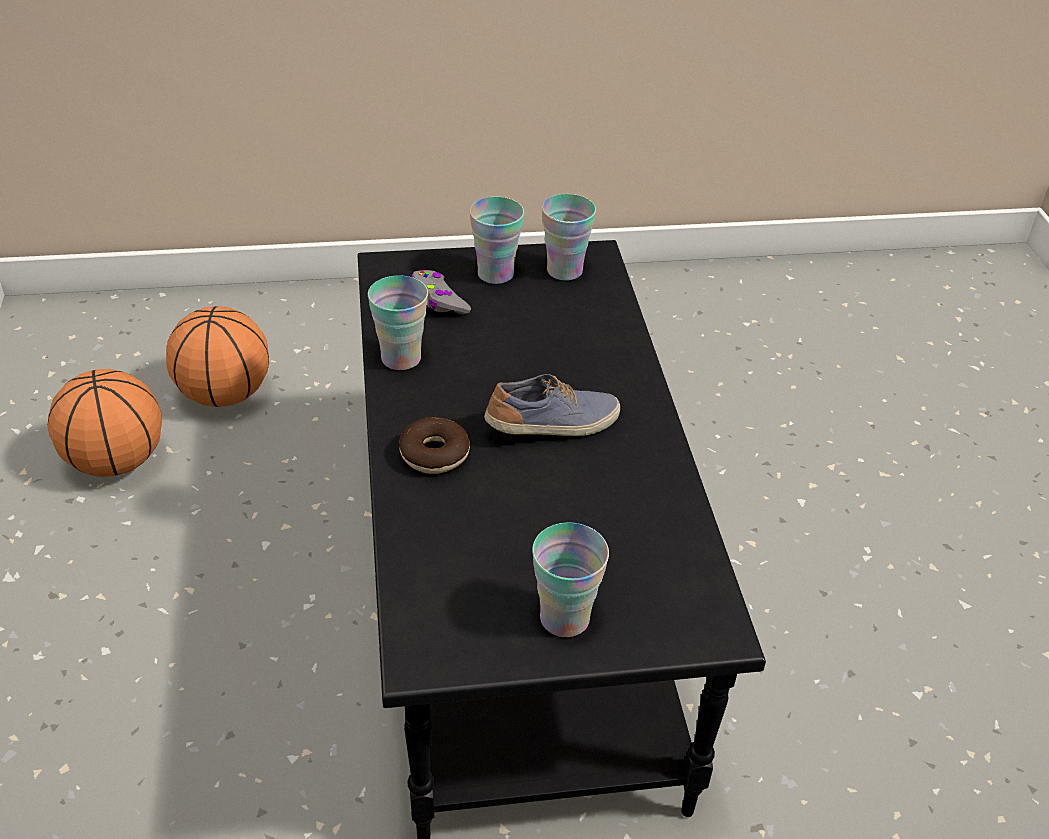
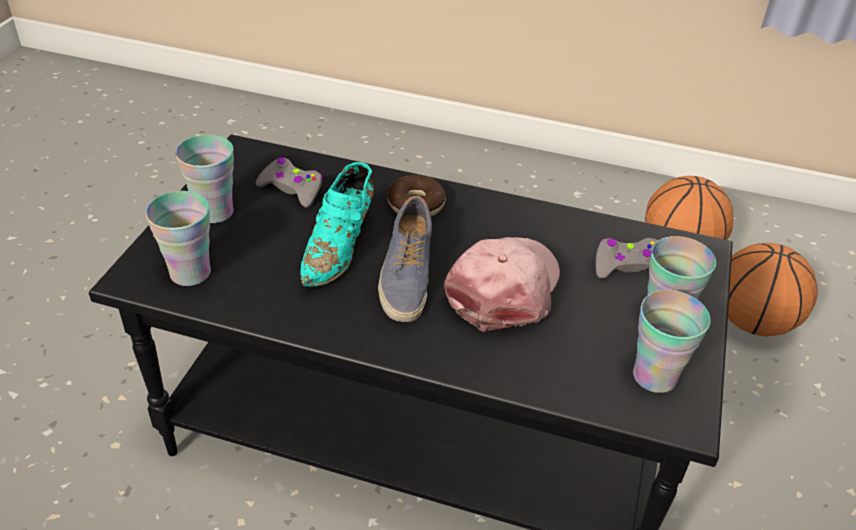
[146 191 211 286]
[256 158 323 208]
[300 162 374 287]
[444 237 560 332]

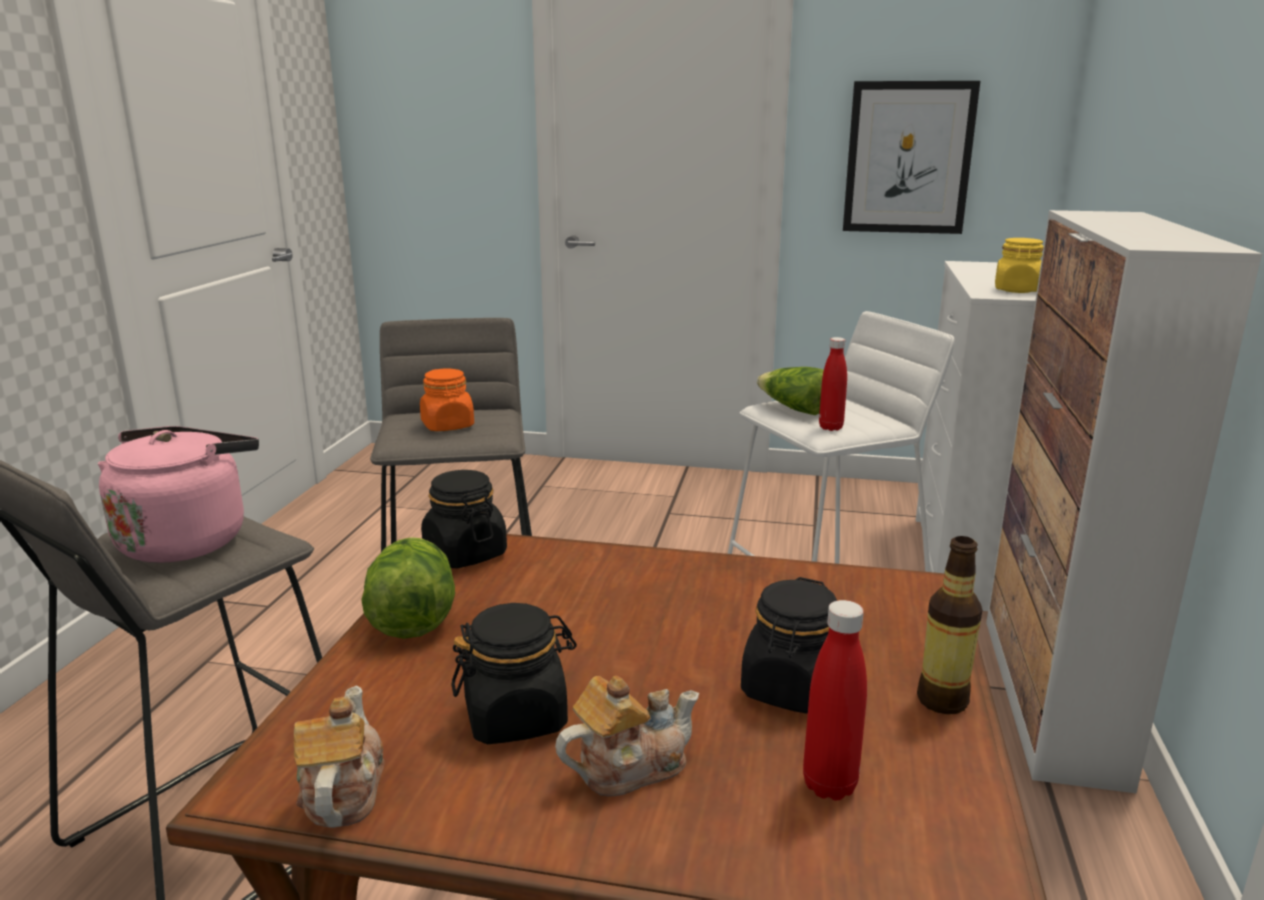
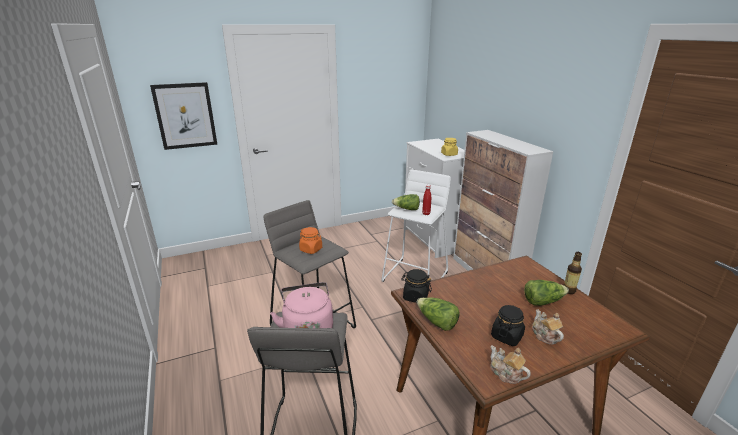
[150 82 218 150]
[524 280 569 306]
[532 309 564 344]
[803 600 867 801] (first image)

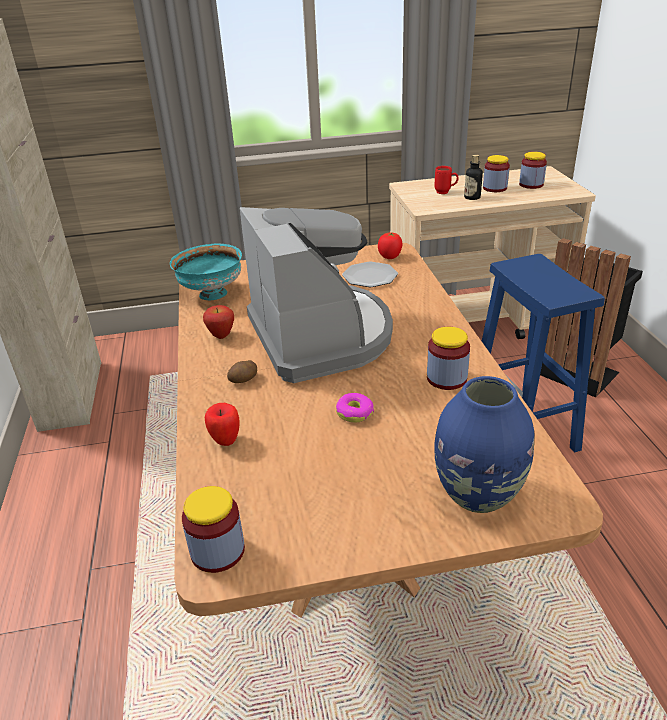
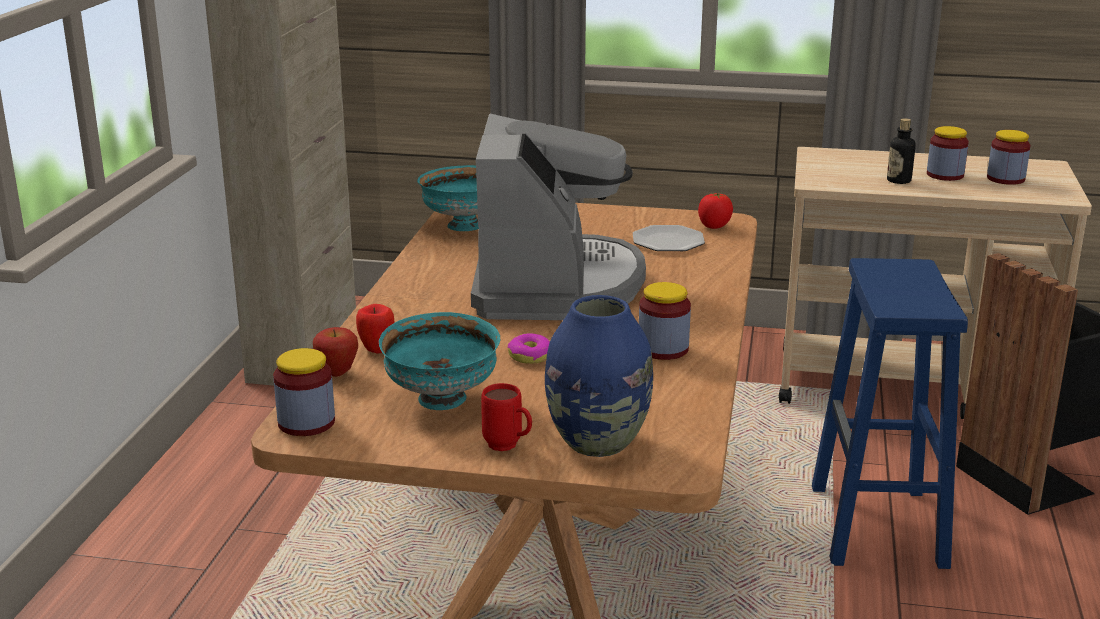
[313 327 358 377]
[379 312 500 410]
[481 383 532 451]
[227 360 257 383] (first image)

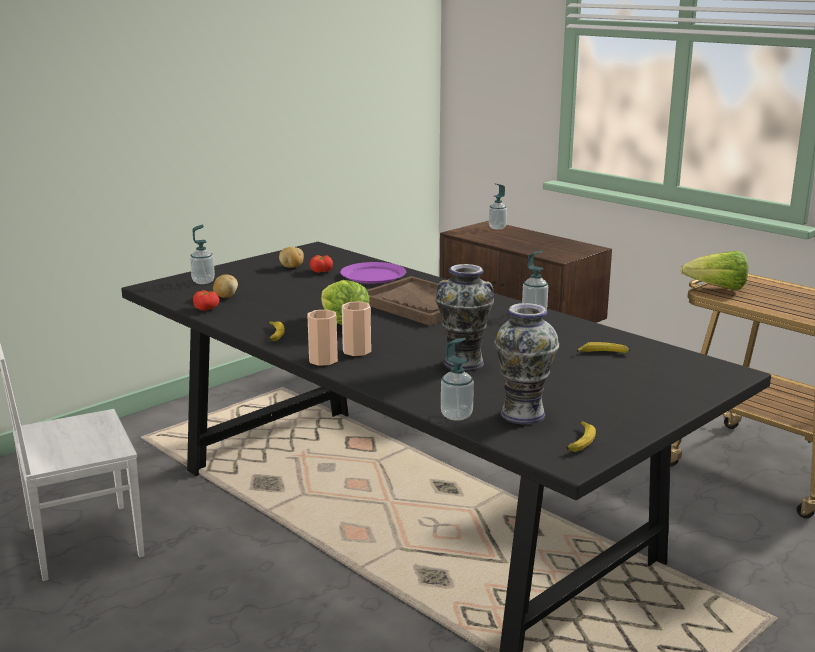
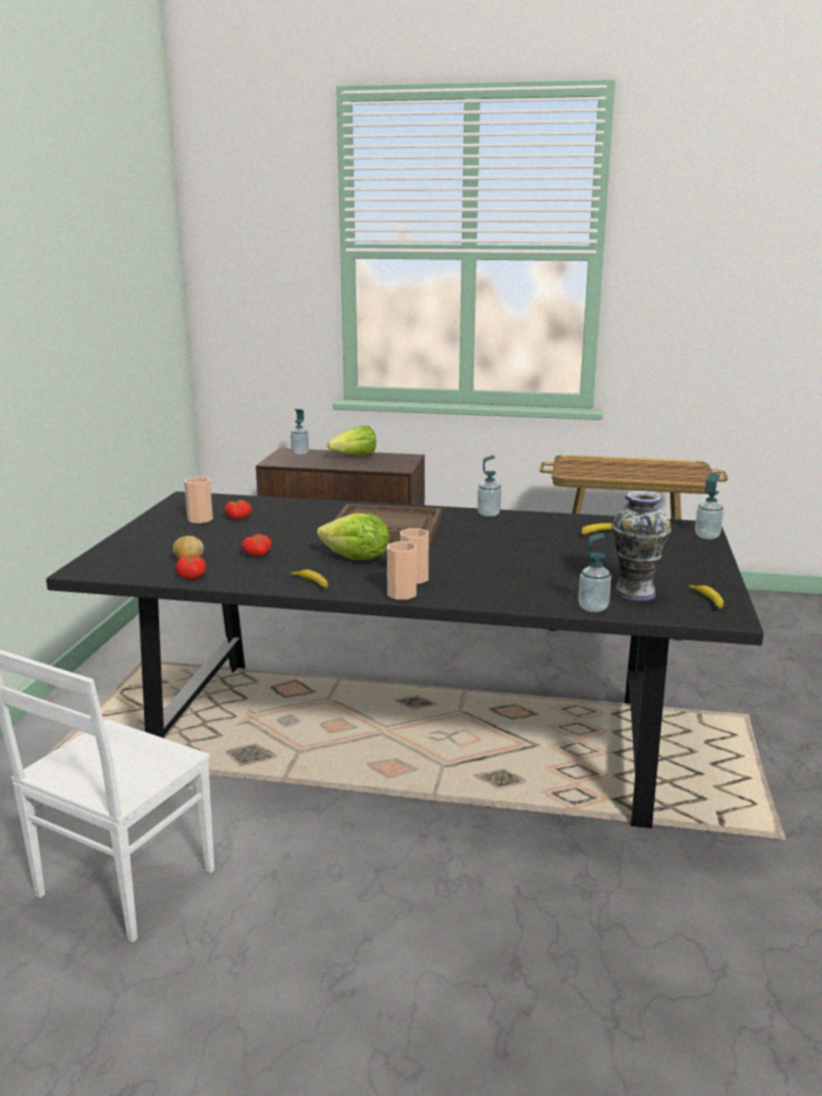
[184 477 213 524]
[242 534 272 556]
[327 425 376 456]
[695 473 724 539]
[340 262 406 284] (first image)
[435 264 494 371] (first image)

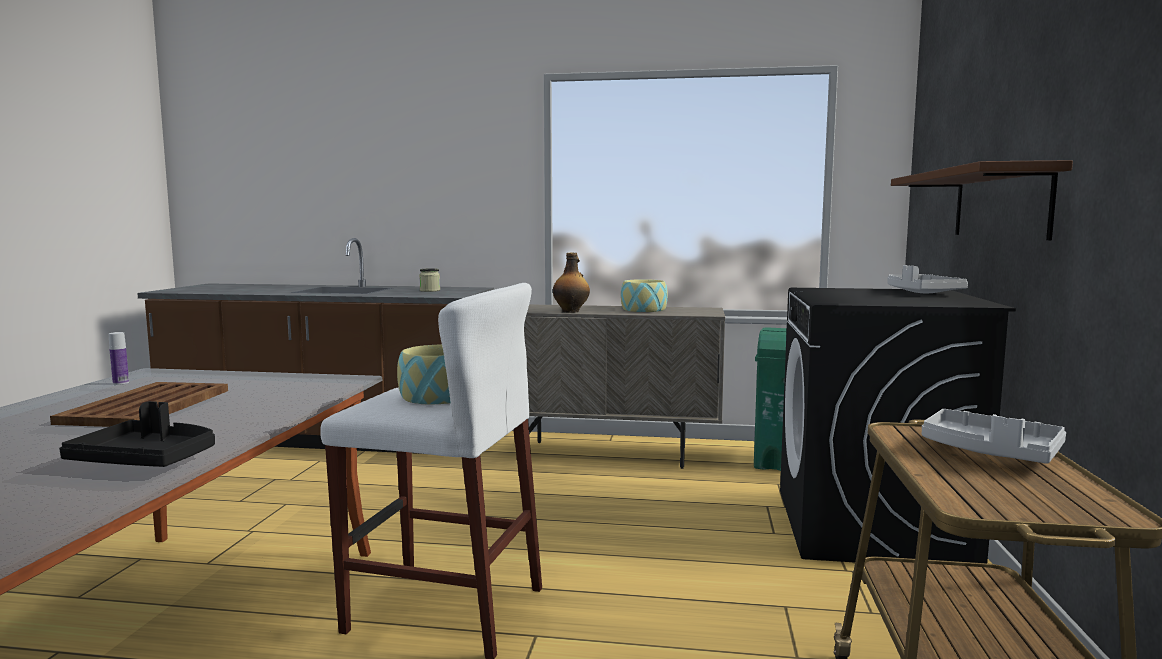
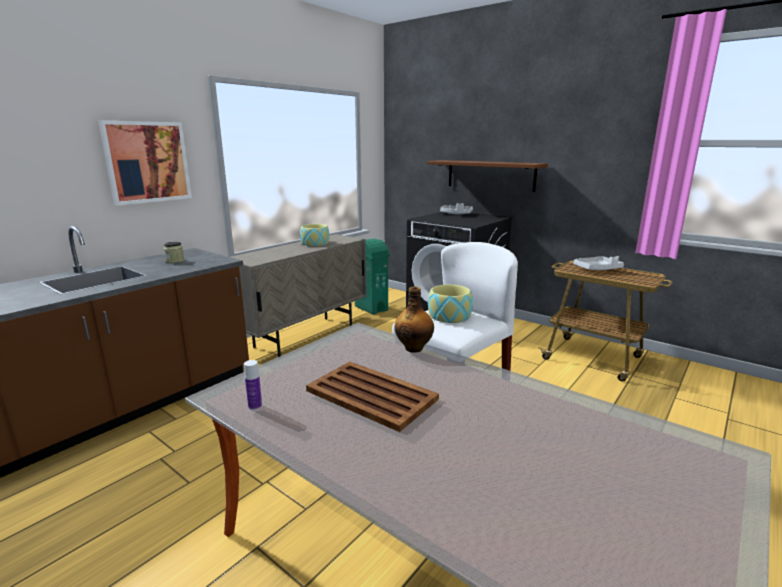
[98 120 192 206]
[394 286 434 353]
[59 401 215 467] (first image)

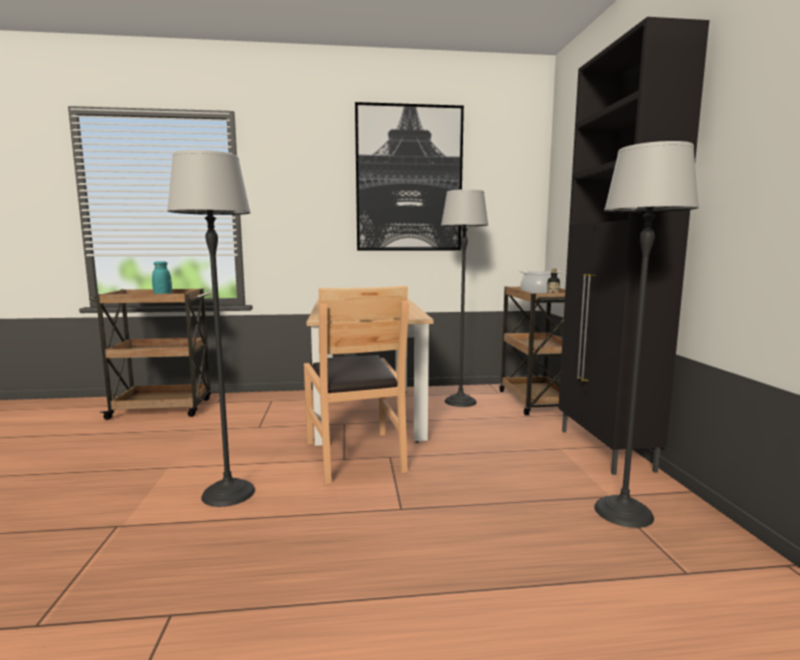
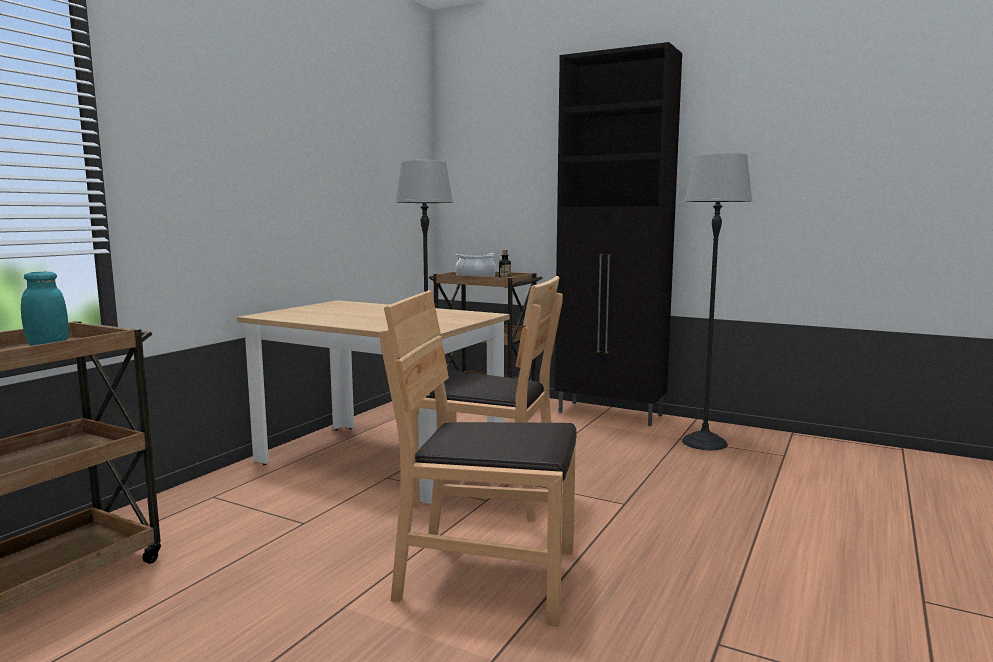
[380 290 577 627]
[355 102 464 250] (first image)

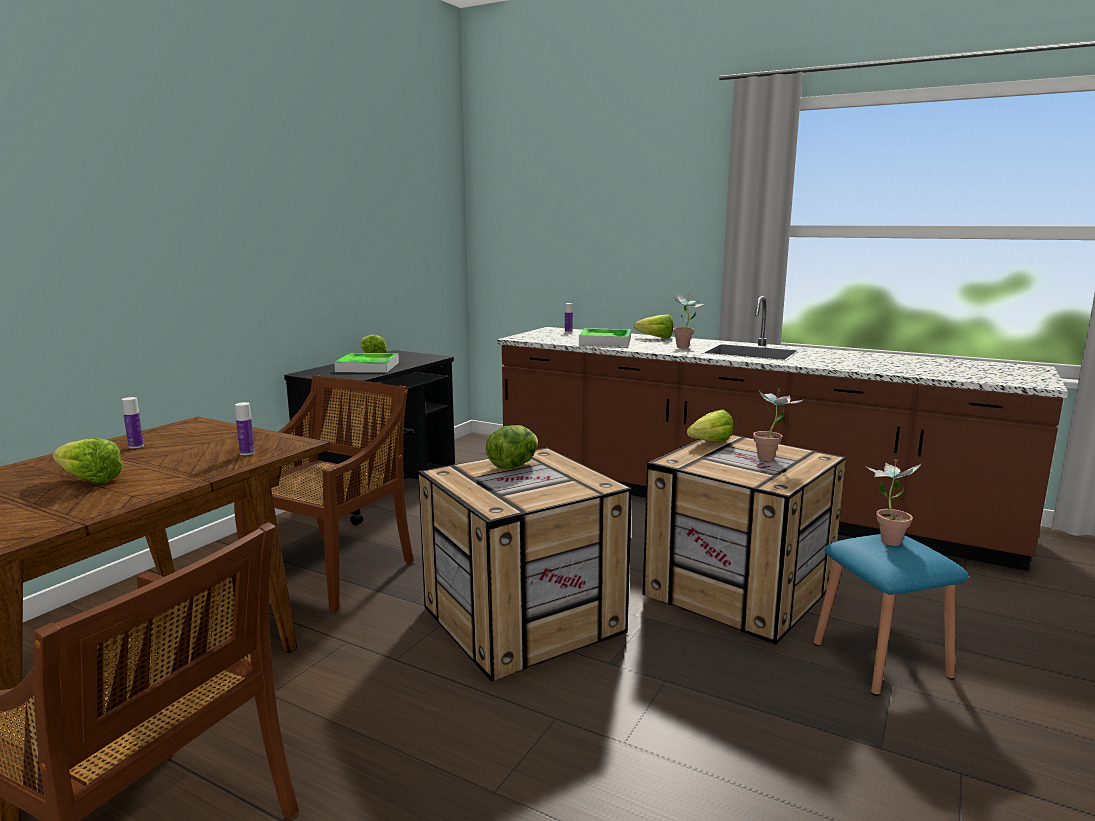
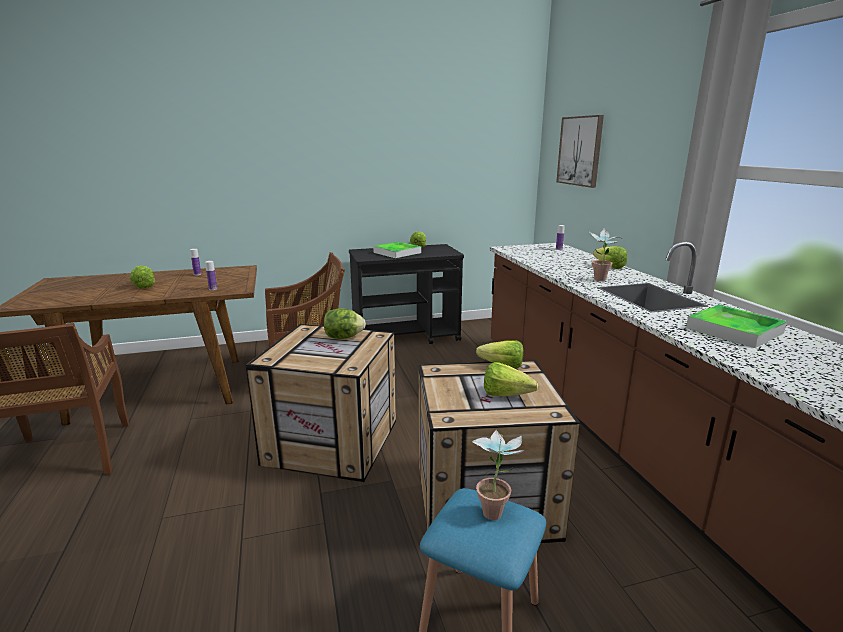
[484 362 538 396]
[556 115 604 188]
[686 305 787 348]

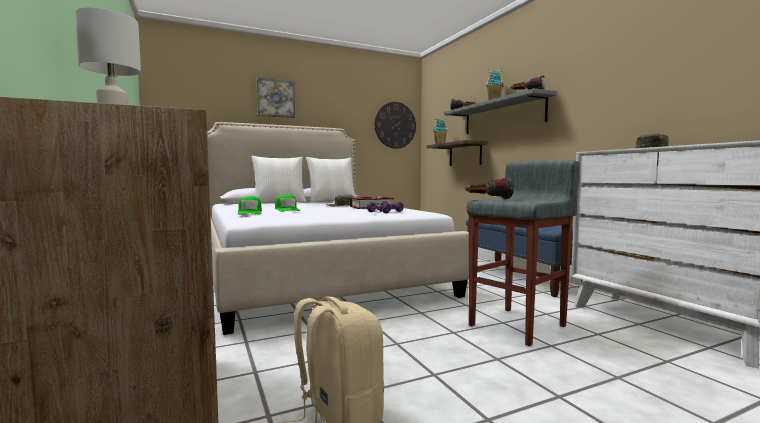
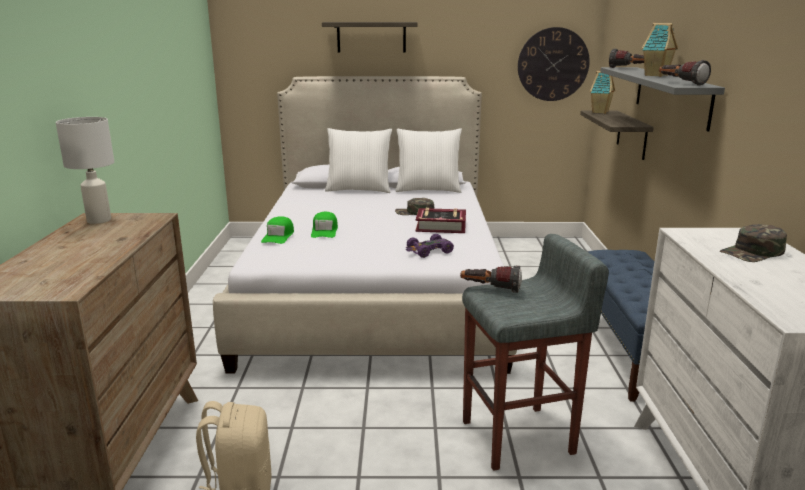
[322 22 417 52]

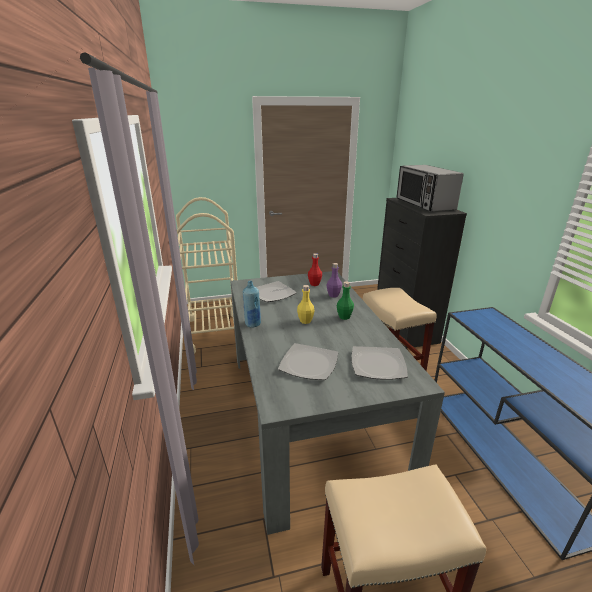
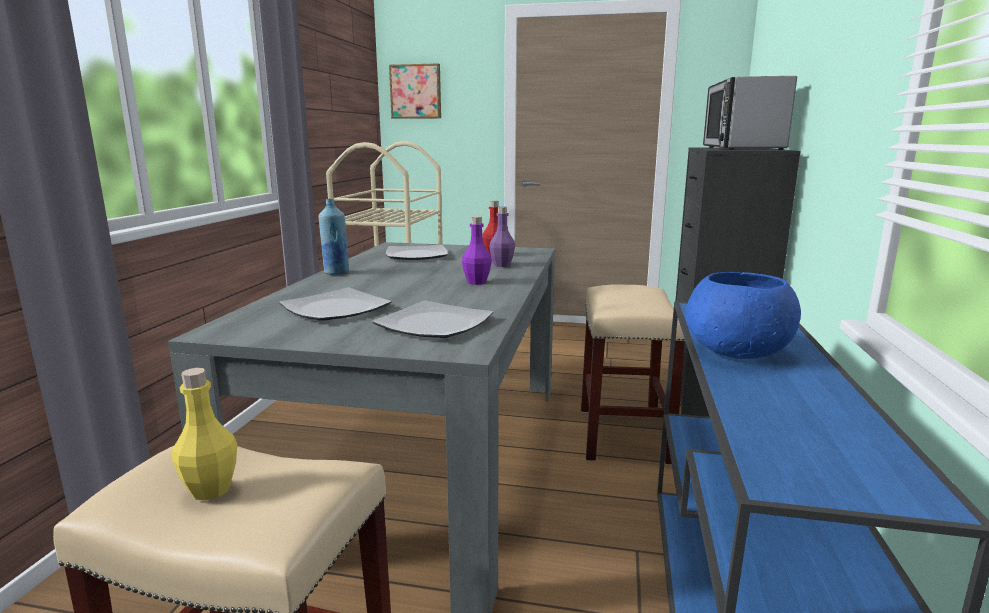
[172 368 237 500]
[389 64 441 119]
[462 216 492 285]
[685 272 801 359]

